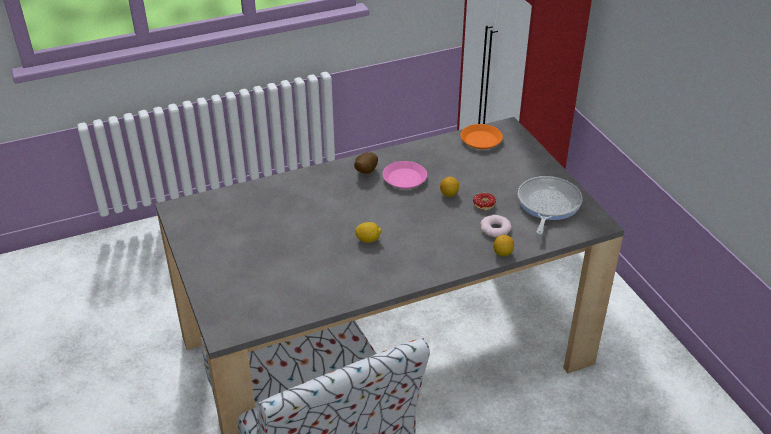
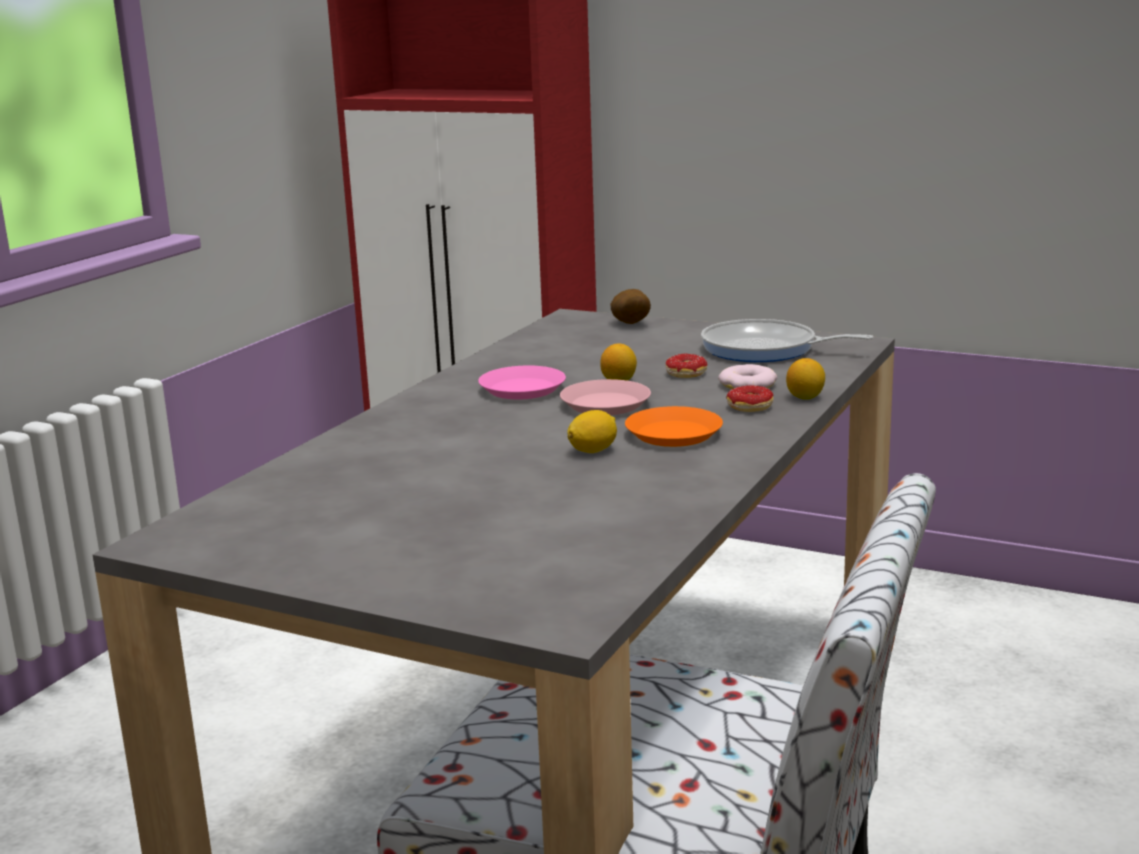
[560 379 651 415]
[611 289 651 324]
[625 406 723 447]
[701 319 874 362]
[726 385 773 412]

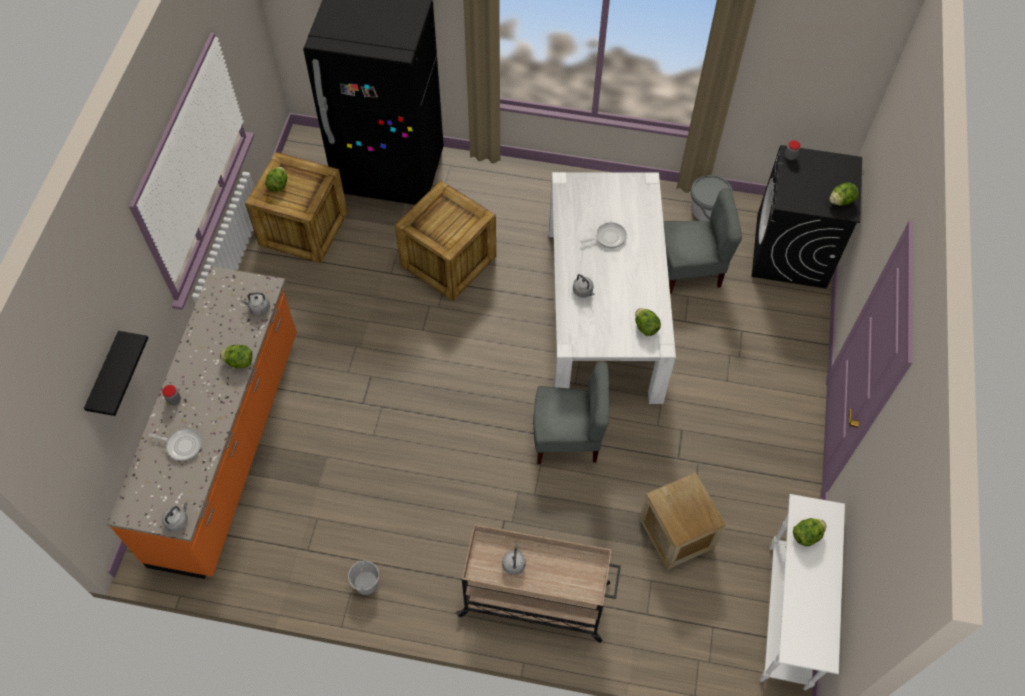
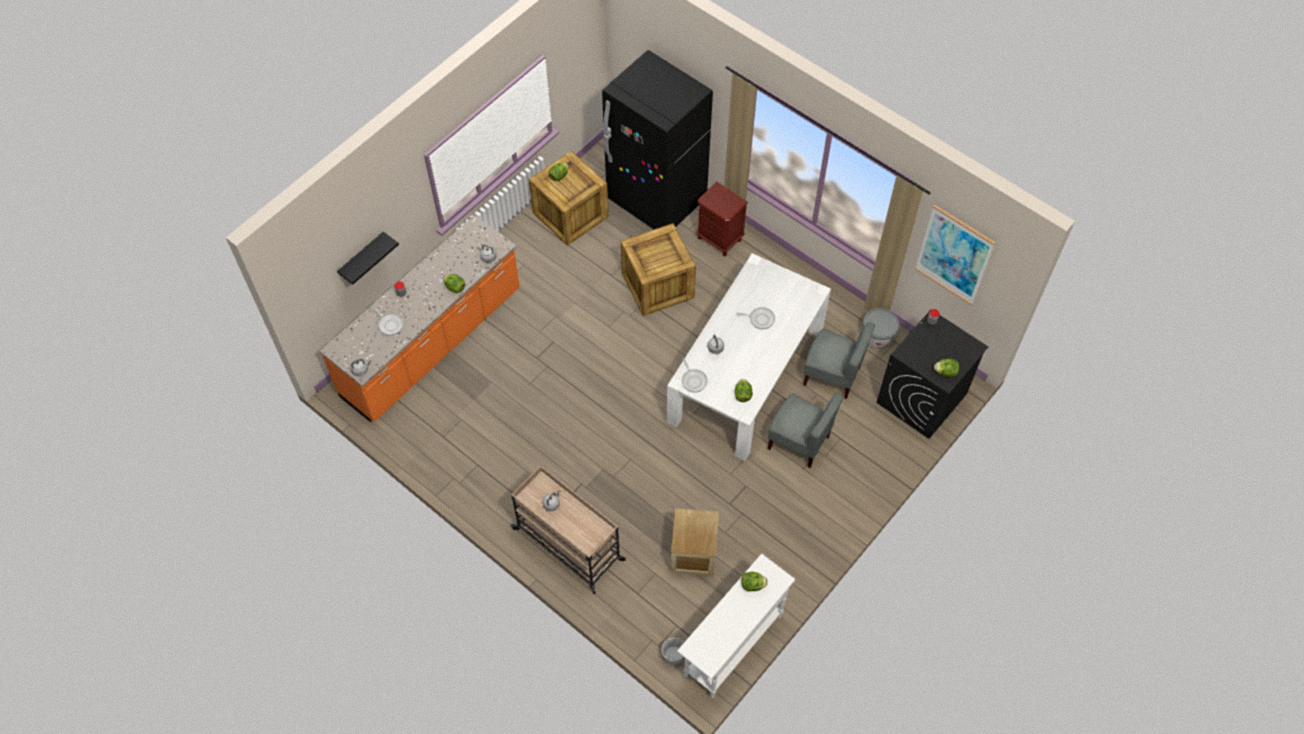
[662 638 684 665]
[682 359 708 392]
[696 182 748 256]
[768 393 843 468]
[915 205 996 305]

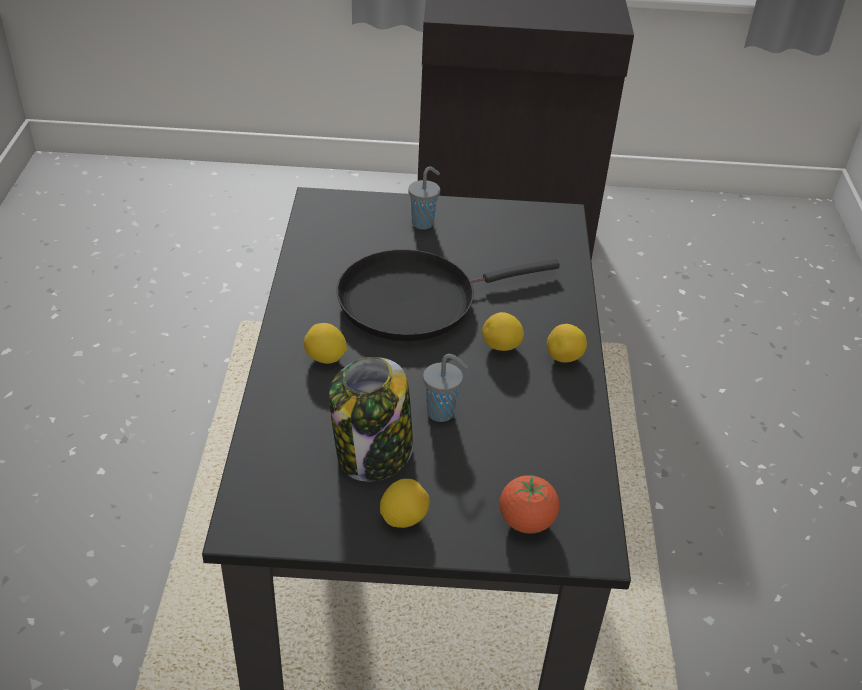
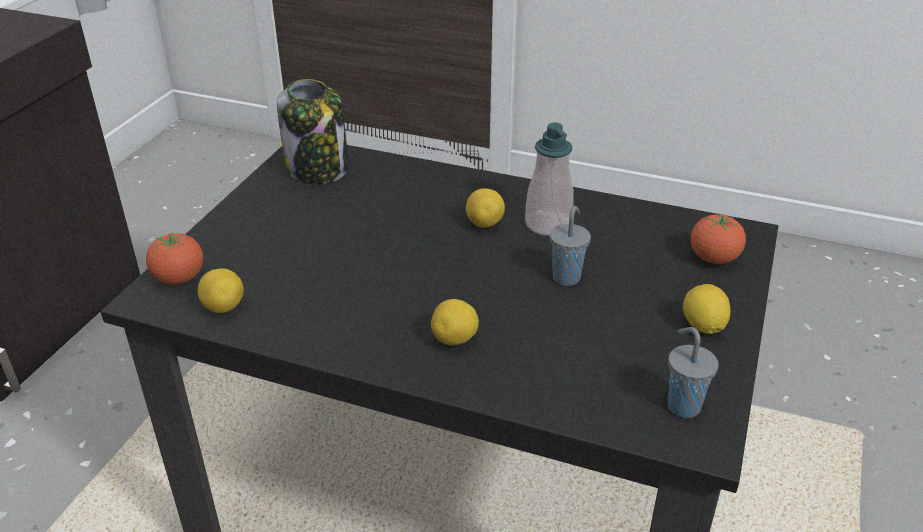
[146 233 204 285]
[198 269 244 313]
[277 79 349 185]
[525 123 574 236]
[668 327 719 418]
[337 249 560 341] (first image)

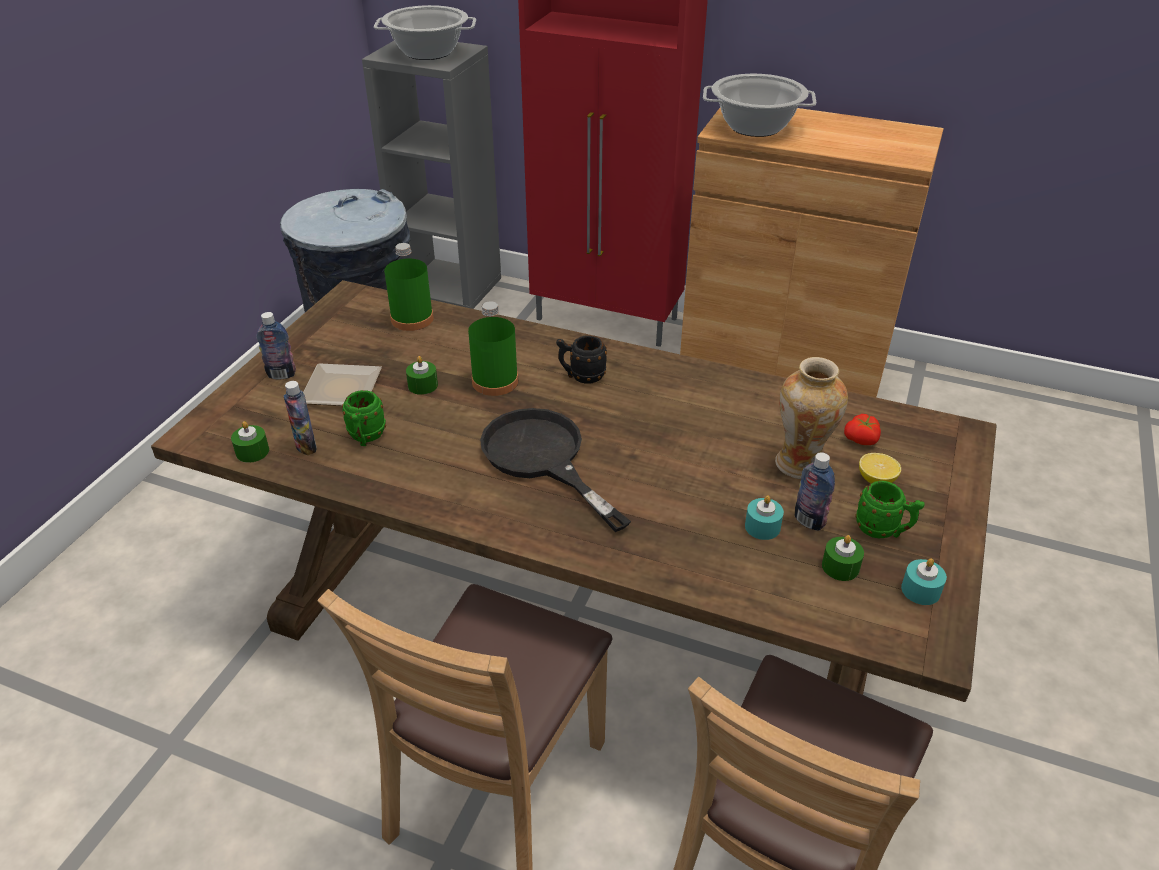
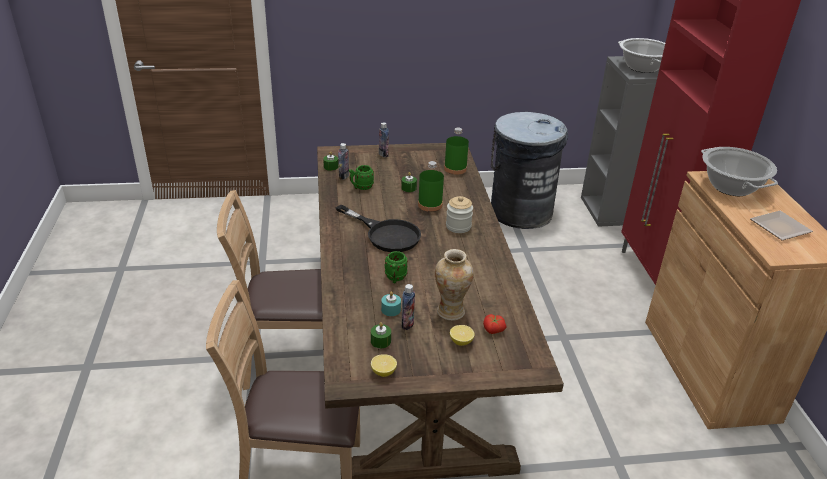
[336 205 421 252]
[371 354 397 377]
[384 251 408 283]
[446 196 473 233]
[750 211 813 241]

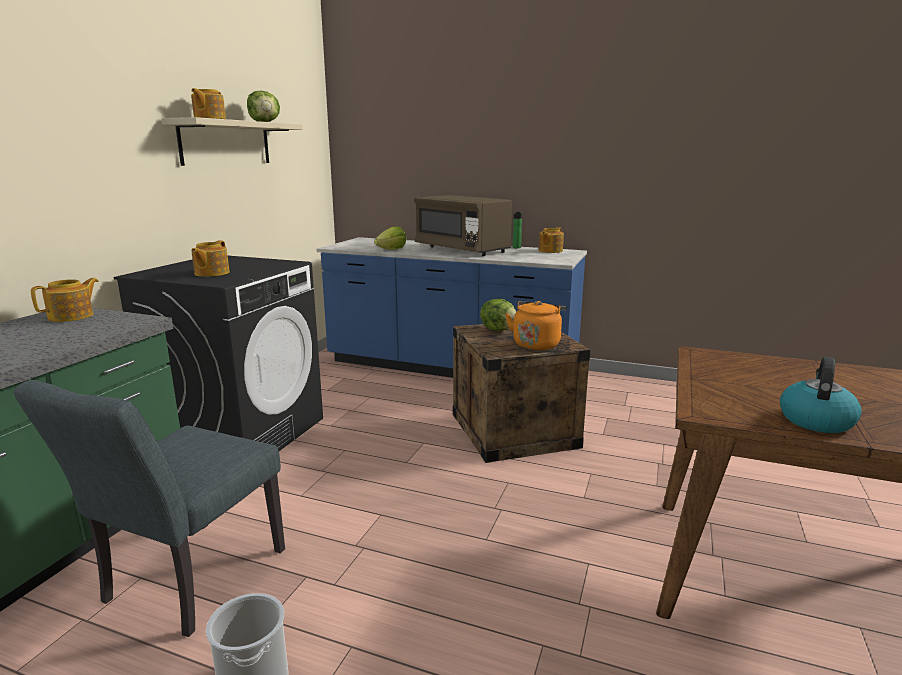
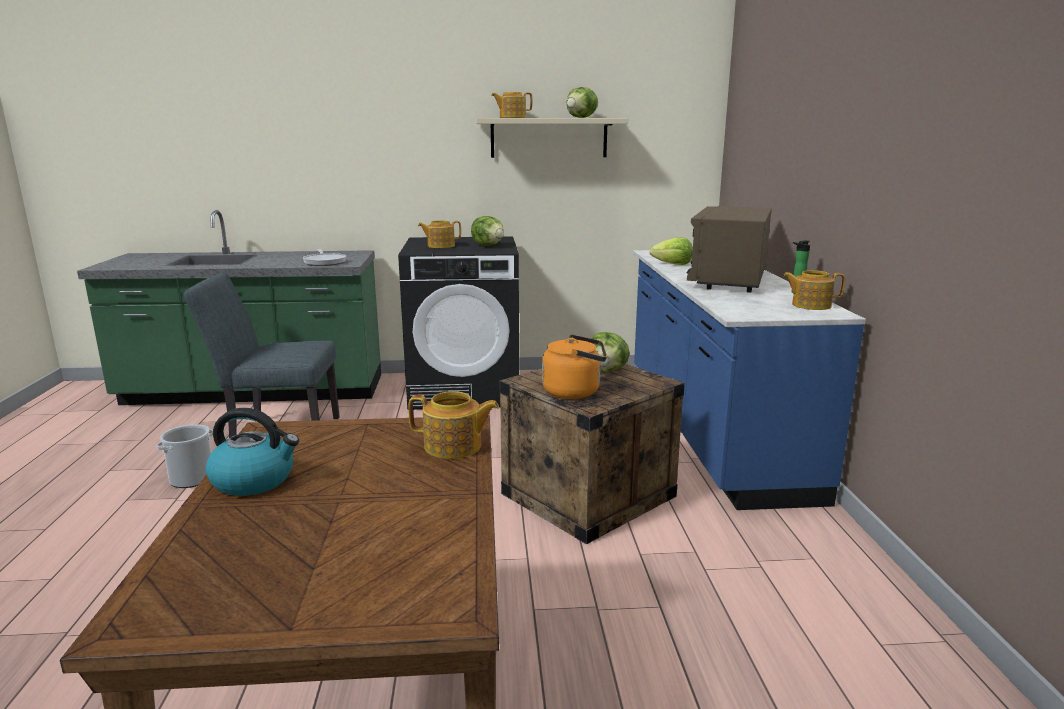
[303 249 346 266]
[408 391 499 459]
[471 216 504 246]

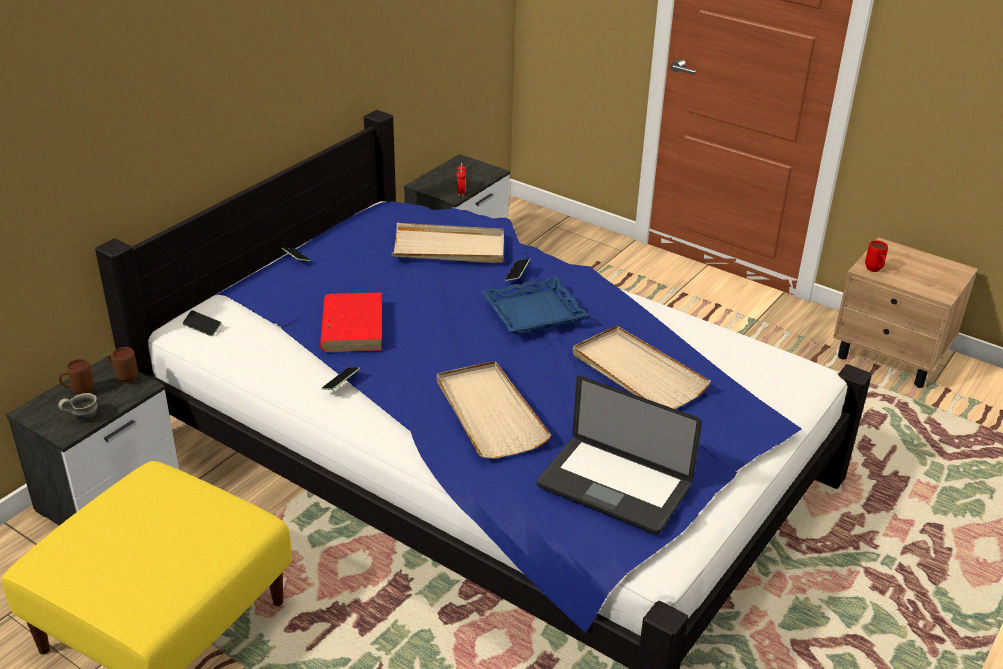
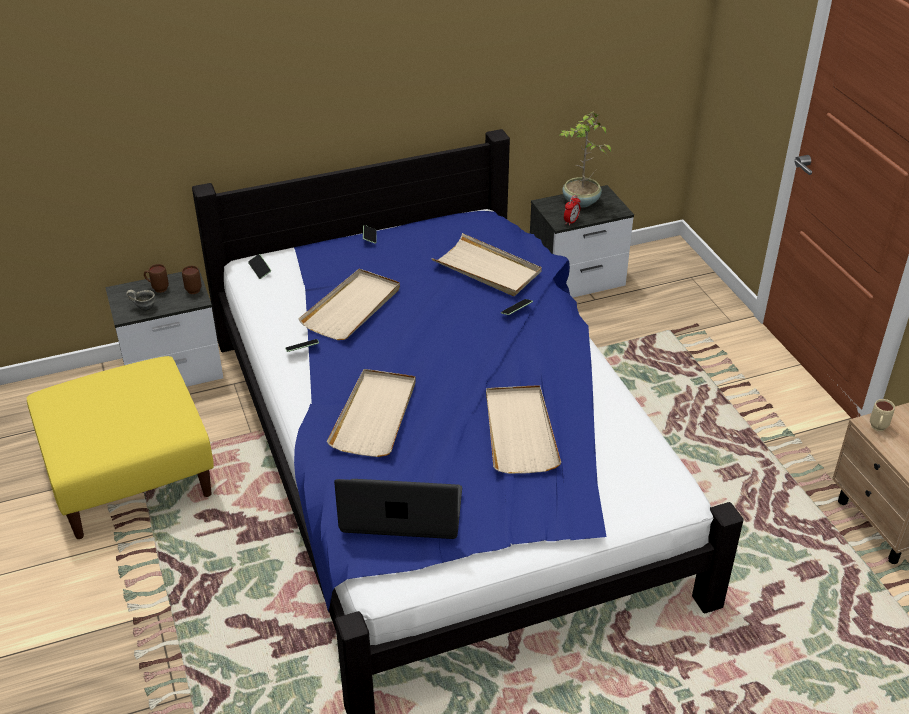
[298 269 400 340]
[334 479 462 539]
[559 111 611 208]
[870 399 895 431]
[481 276 589 334] (first image)

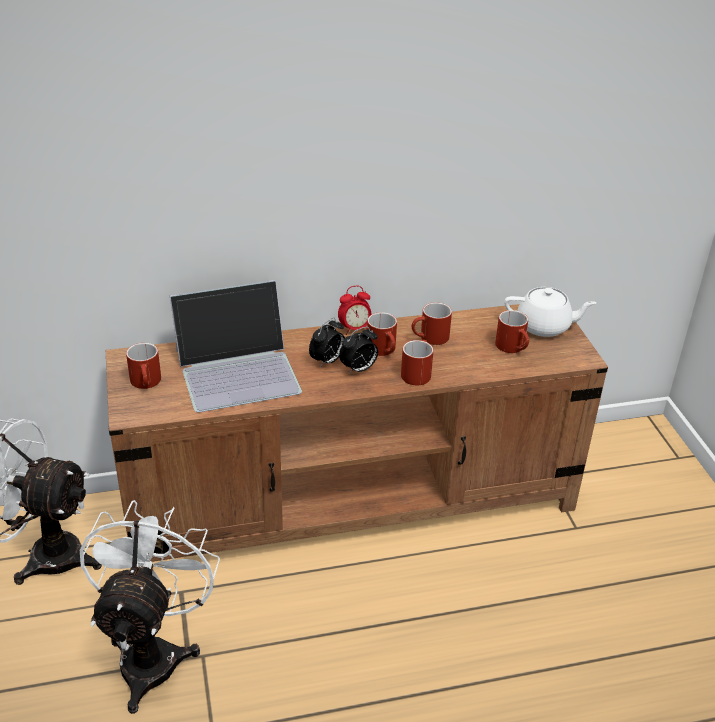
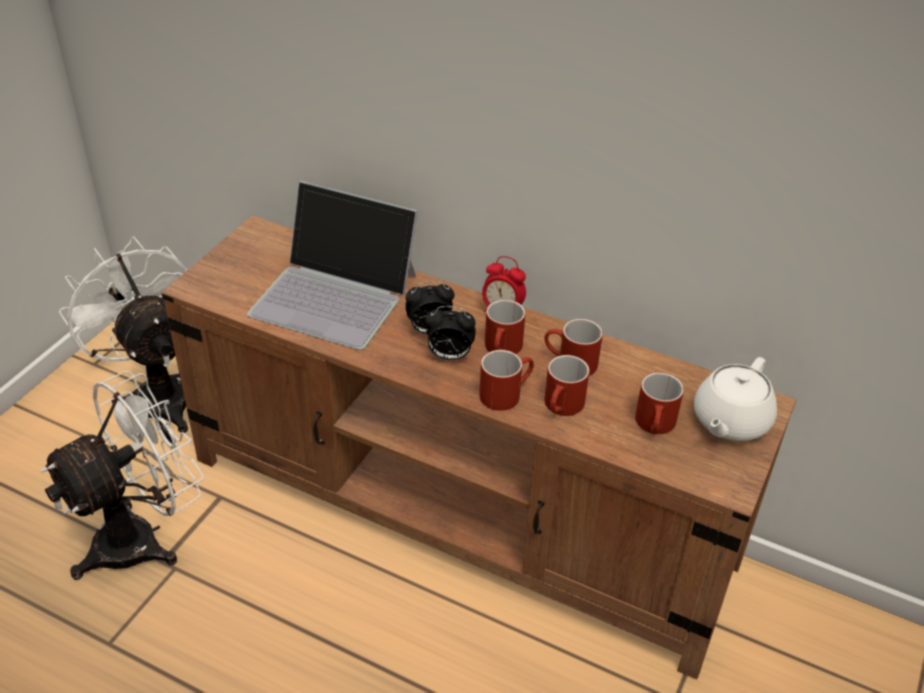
[544 355 590 416]
[694 357 777 441]

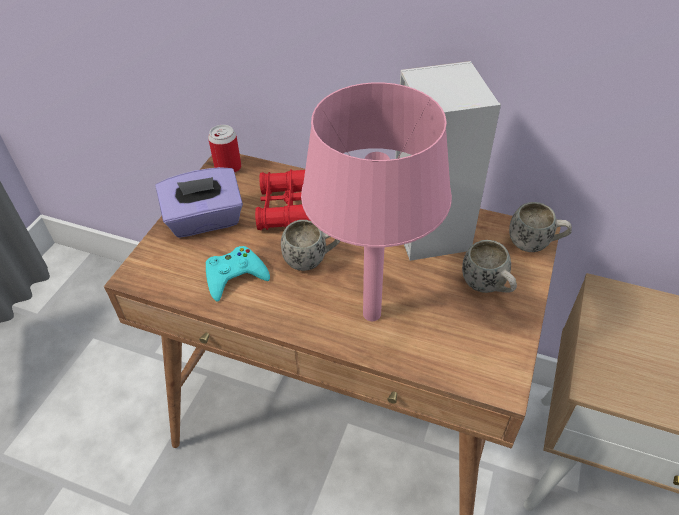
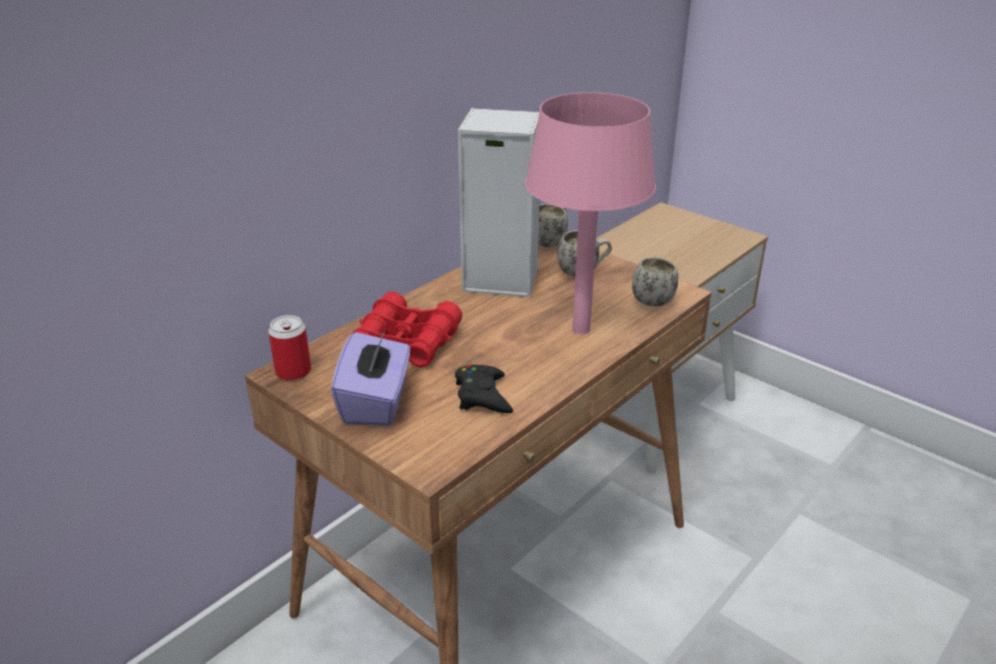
[455 365 513 413]
[632 256 678 306]

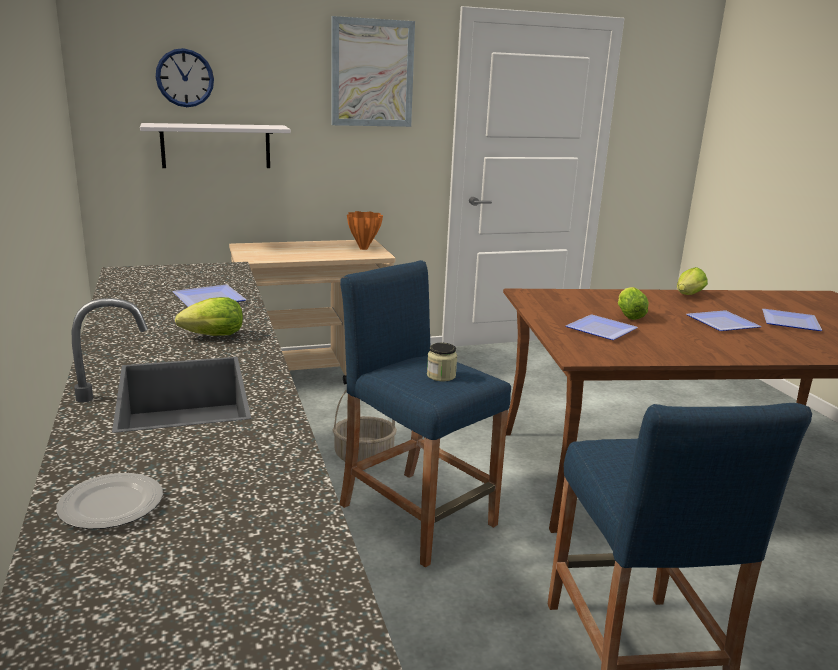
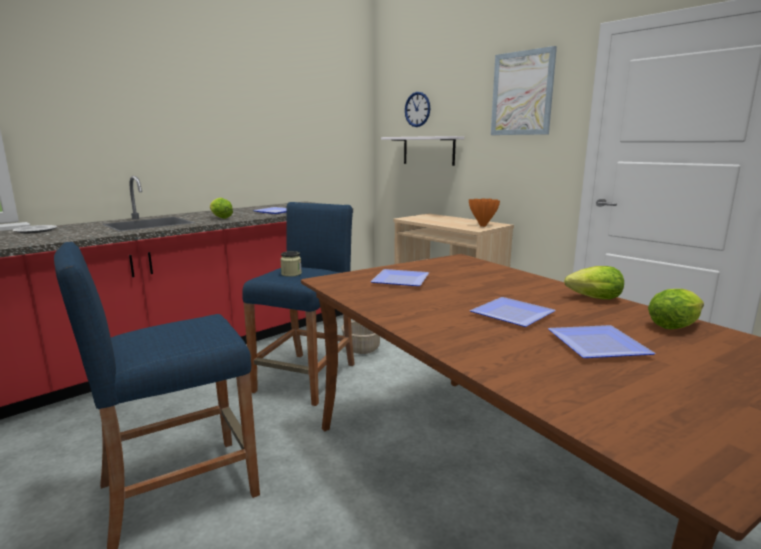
[648 289 704 329]

